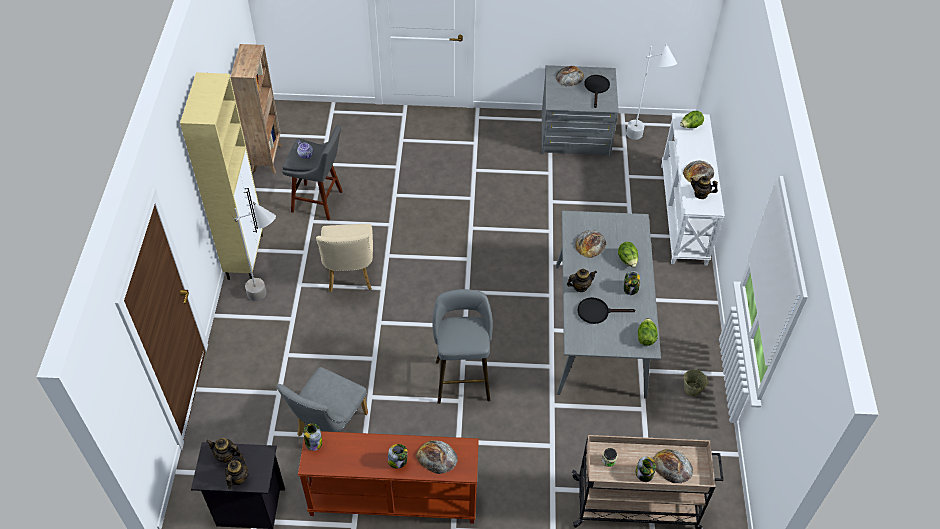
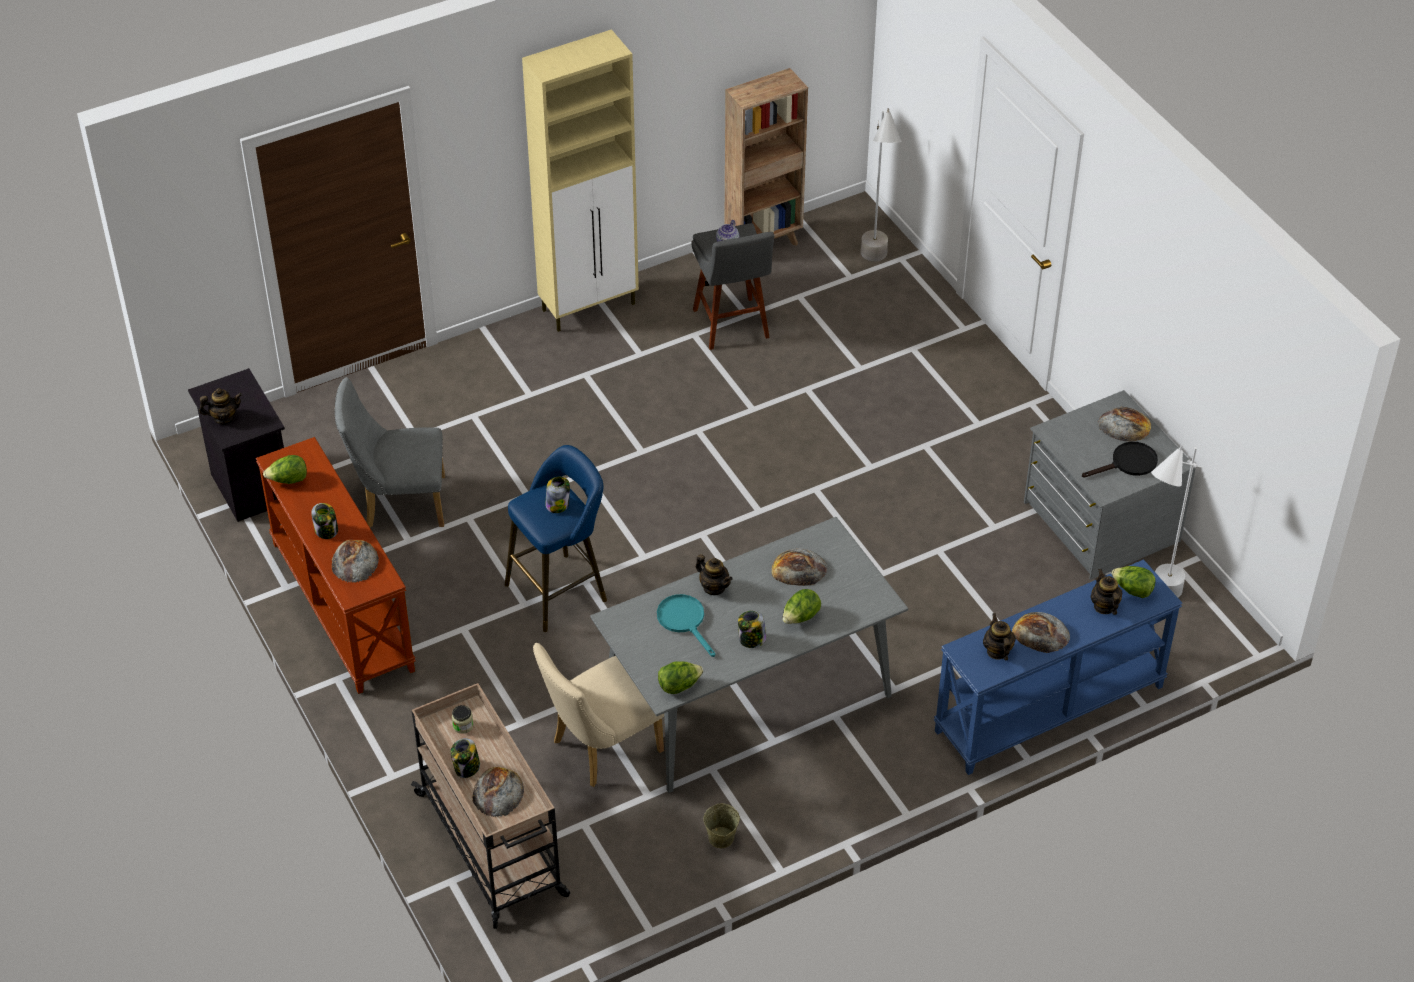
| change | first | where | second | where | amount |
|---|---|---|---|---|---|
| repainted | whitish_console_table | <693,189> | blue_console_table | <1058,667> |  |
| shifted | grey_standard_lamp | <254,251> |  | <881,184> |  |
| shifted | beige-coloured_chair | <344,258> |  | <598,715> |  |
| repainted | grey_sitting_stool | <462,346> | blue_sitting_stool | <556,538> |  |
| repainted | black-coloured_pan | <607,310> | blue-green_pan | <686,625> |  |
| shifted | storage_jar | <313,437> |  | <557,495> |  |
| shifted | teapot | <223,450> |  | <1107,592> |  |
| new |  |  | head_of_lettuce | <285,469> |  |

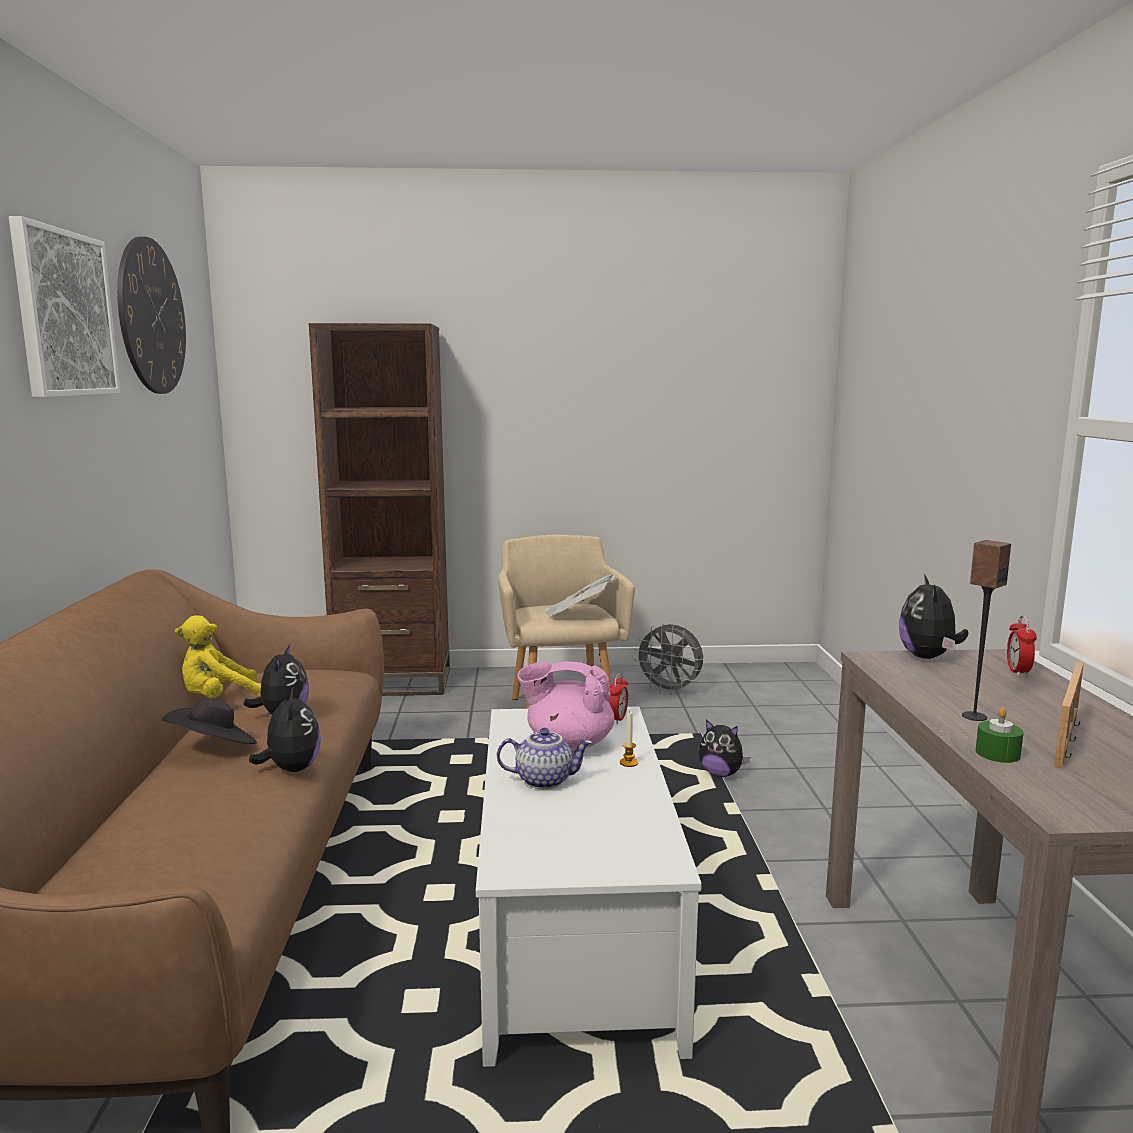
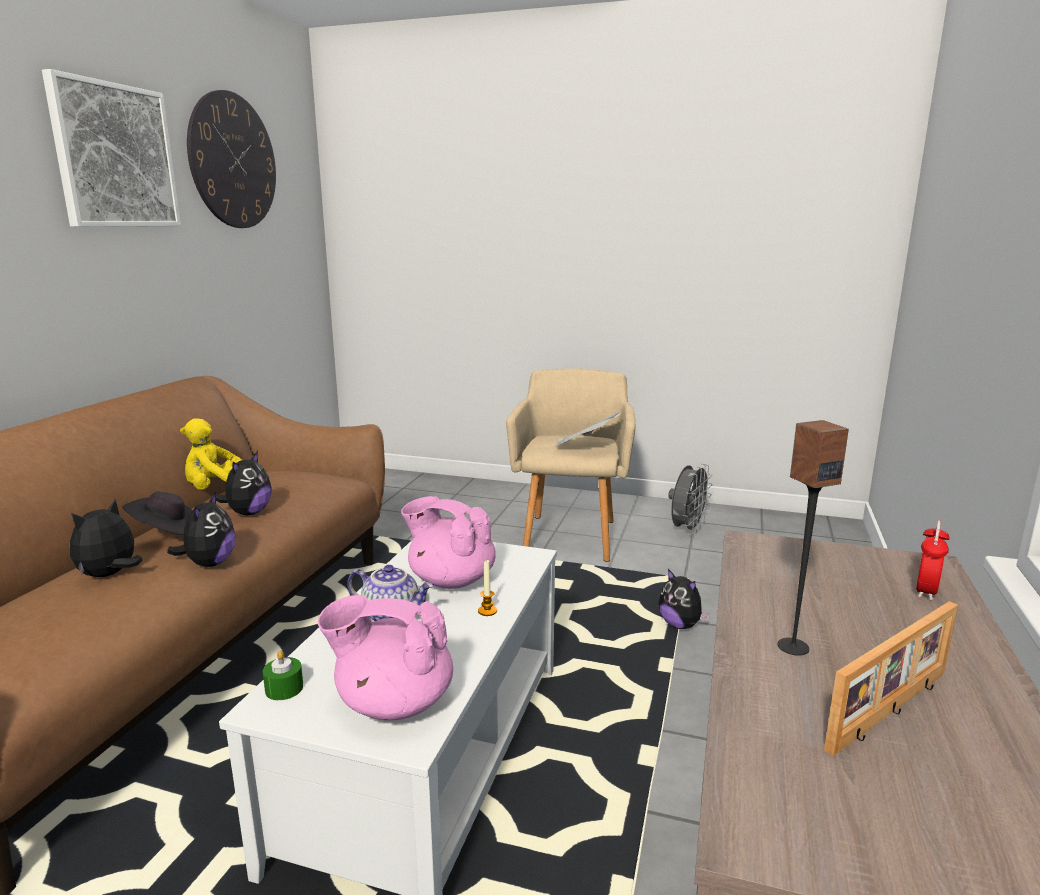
| change | first | where | second | where | amount |
|---|---|---|---|---|---|
| gone | brownish_bookshelf | <379,509> |  |  |  |
| shifted | soft_toy | <933,616> |  | <106,538> |  |
| rotated | grey_electric_fan | <668,659> |  | <690,499> | 105 degrees counterclockwise |
| gone | alarm_clock | <618,698> |  |  |  |
| shifted | green_candle | <1000,735> |  | <283,675> |  |
| new |  |  | pinkish_teapot | <385,657> |  |

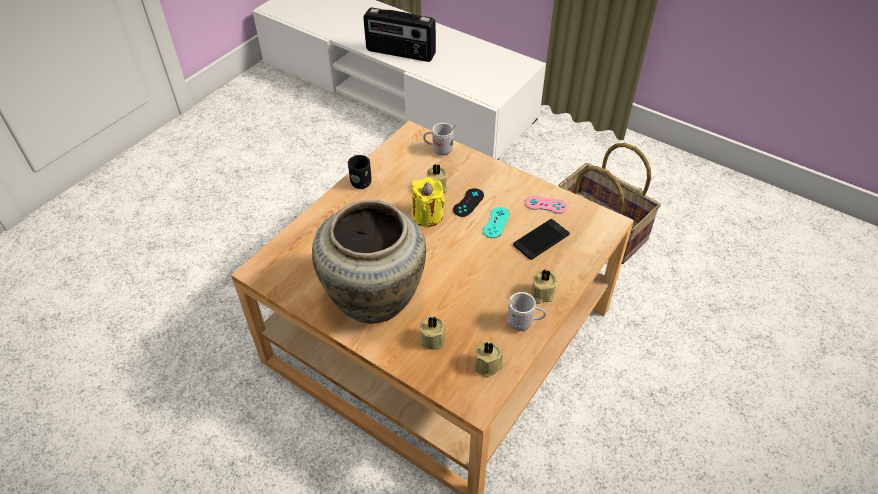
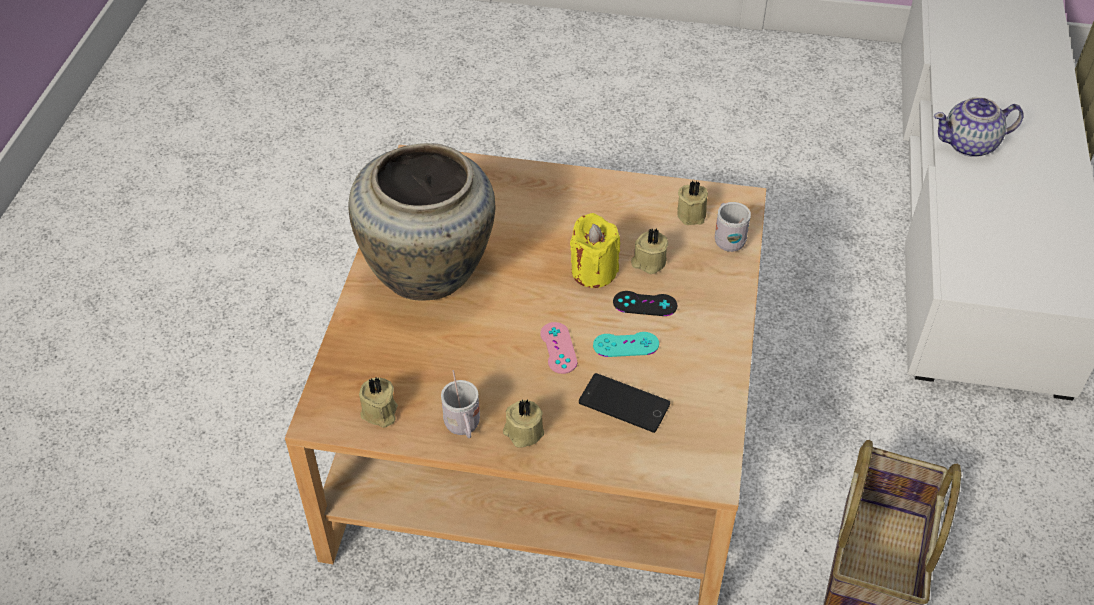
| change | first | where | second | where | amount |
|---|---|---|---|---|---|
| swapped | radio | <399,35> | teapot | <979,127> |  |
| gone | black-coloured_coffee_mug | <360,172> |  |  |  |
| shifted | pinkish_game_controller | <546,205> |  | <558,348> |  |
| shifted | beige-coloured_candle | <432,333> |  | <692,202> |  |

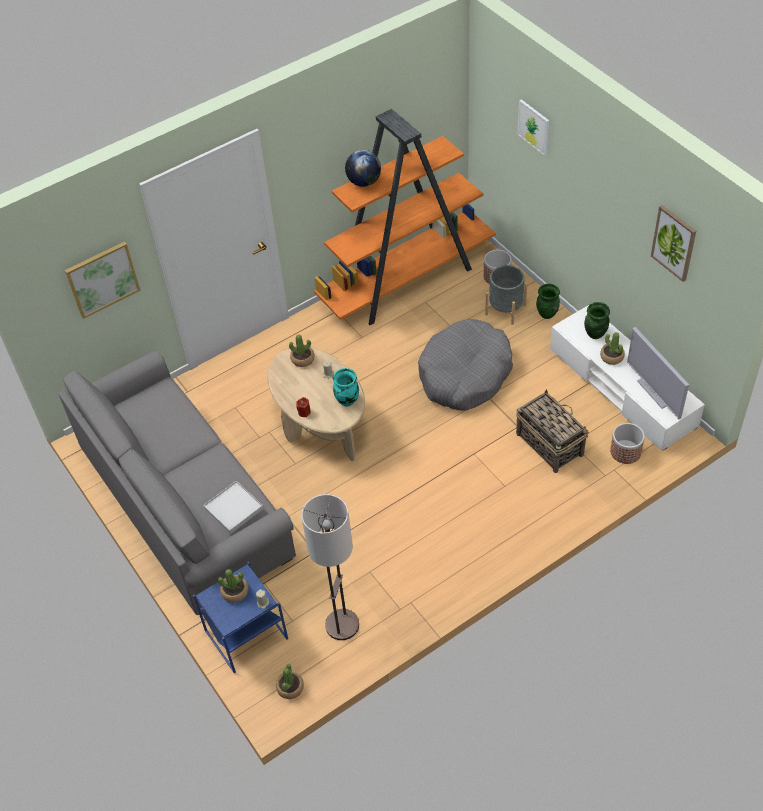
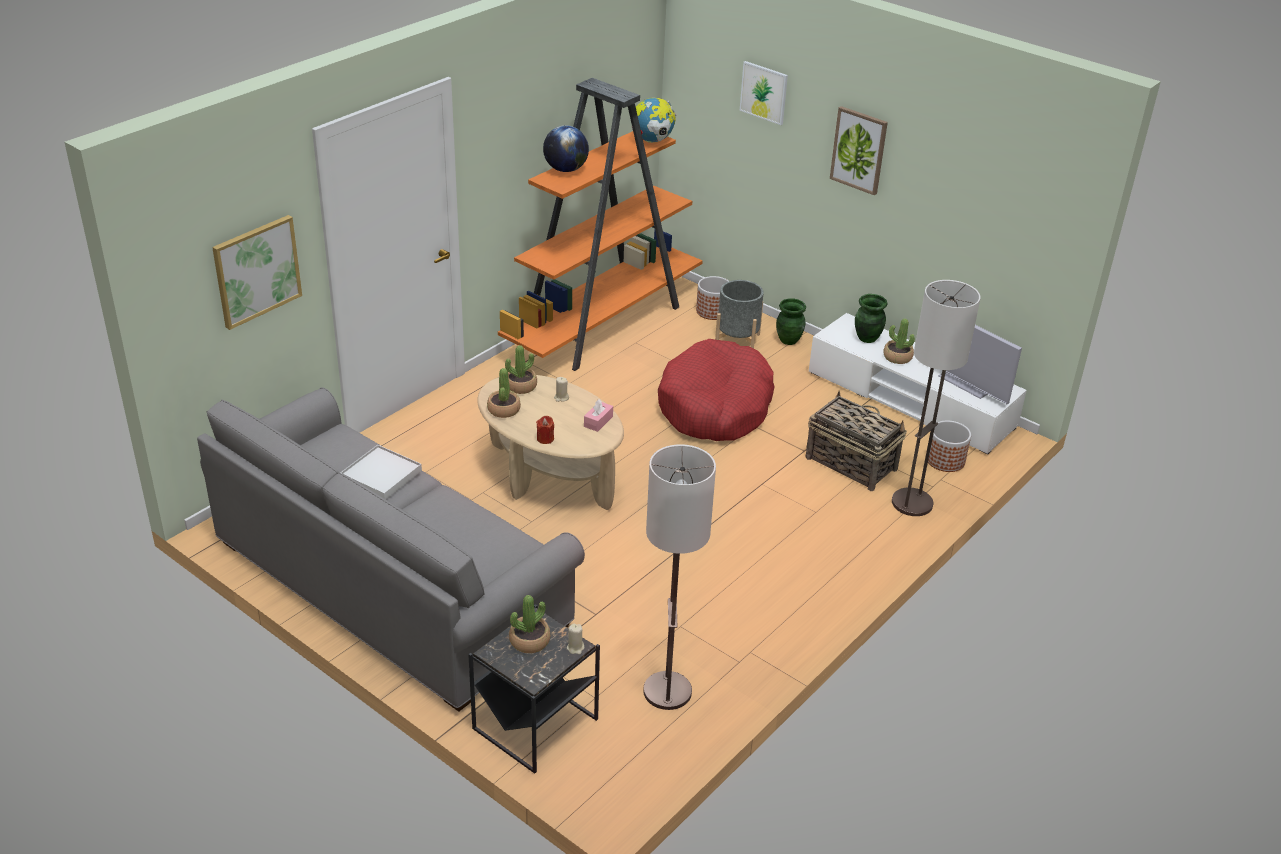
| change | first | where | second | where | amount |
|---|---|---|---|---|---|
| shifted | wall_picture | <673,243> |  | <859,151> |  |
| repainted | grey_dog_bed | <465,365> | reddish_dog_bed | <716,390> |  |
| swapped | blue-green_flower_vase | <346,387> | pinkish_tissue_holder | <598,415> |  |
| shifted | whitish_tray | <233,507> |  | <381,472> |  |
| repainted | blue_accent_table | <240,617> | black-coloured_accent_table | <534,689> |  |
| shifted | houseplant | <290,681> |  | <504,393> |  |
| new |  |  | globe | <654,120> |  |
| new |  |  | standard_lamp | <936,398> |  |

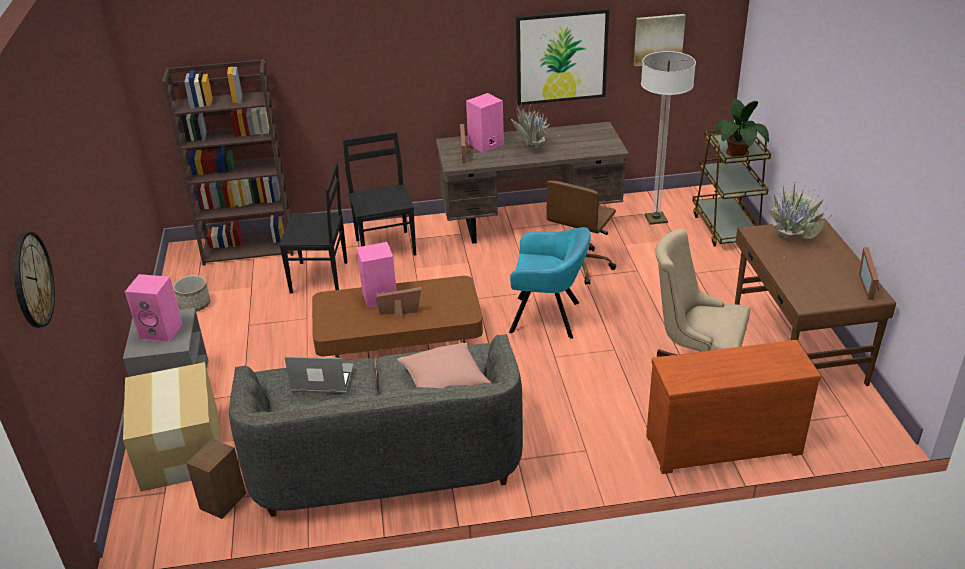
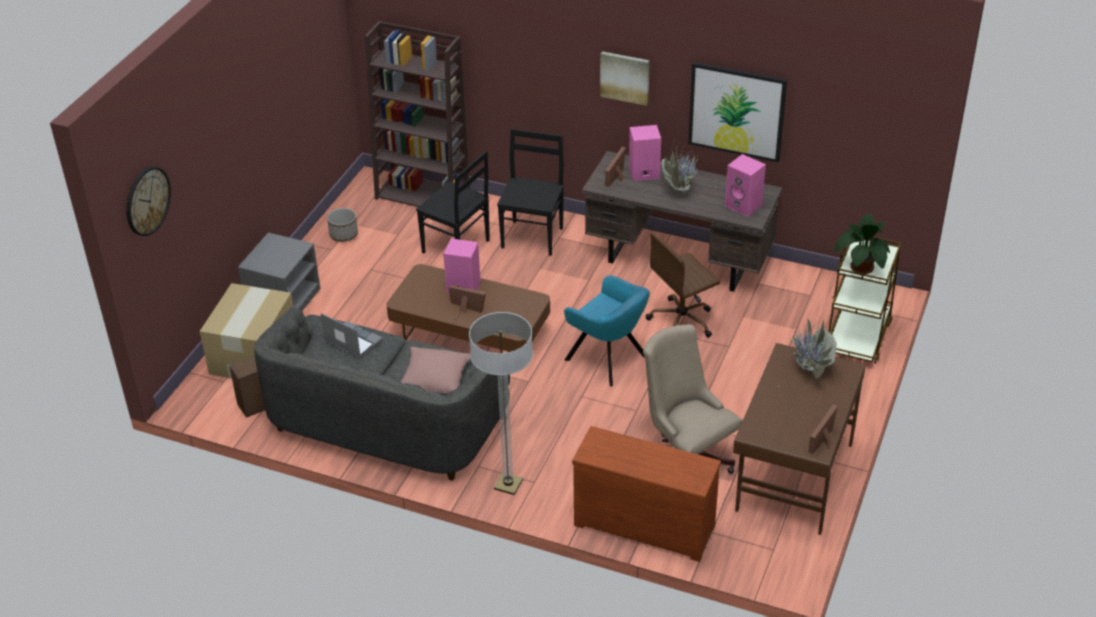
| change | first | where | second | where | amount |
|---|---|---|---|---|---|
| shifted | wall_picture | <660,40> |  | <625,78> |  |
| shifted | standard_lamp | <668,138> |  | <501,403> |  |
| shifted | pinkish_speaker | <154,308> |  | <745,185> |  |

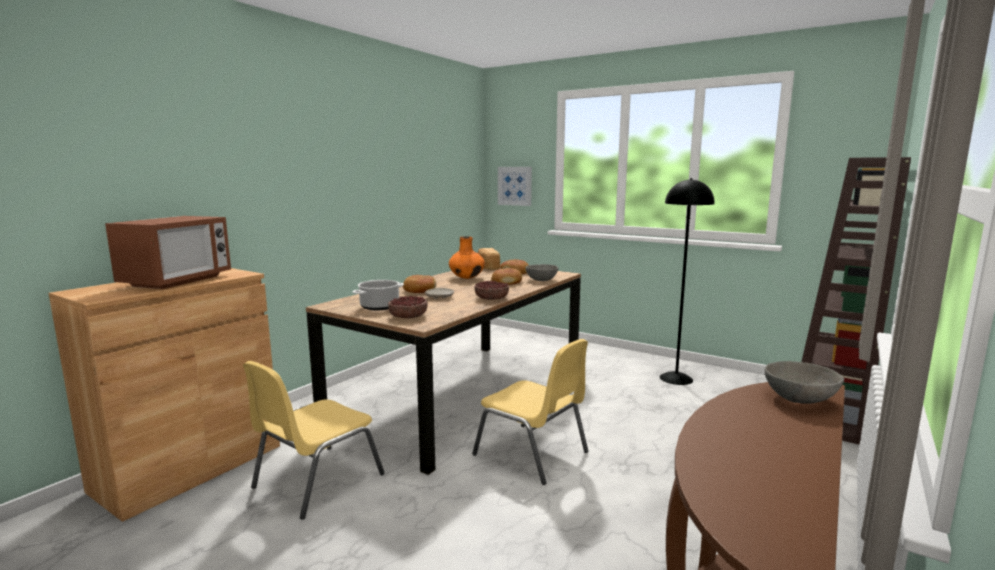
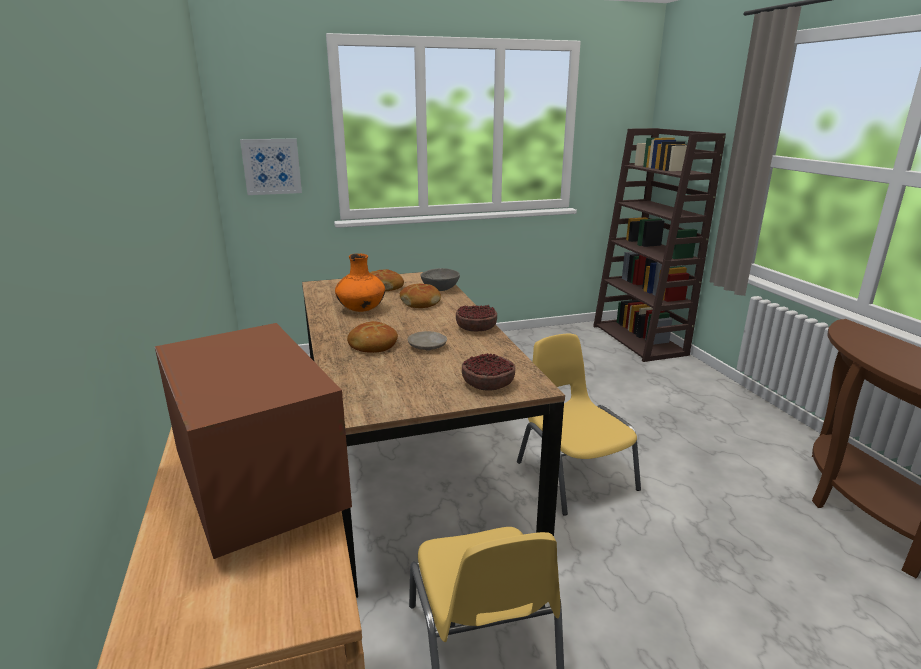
| change | first | where | second | where | amount |
|---|---|---|---|---|---|
| gone | black-coloured_standard_lamp | <687,281> |  |  |  |
| gone | bread | <489,259> |  |  |  |
| gone | stockpot | <378,295> |  |  |  |
| rotated | yellow-coloured_chair | <530,412> |  | <579,424> | 105 degrees counterclockwise |
| gone | grey_deep_dish | <804,382> |  |  |  |

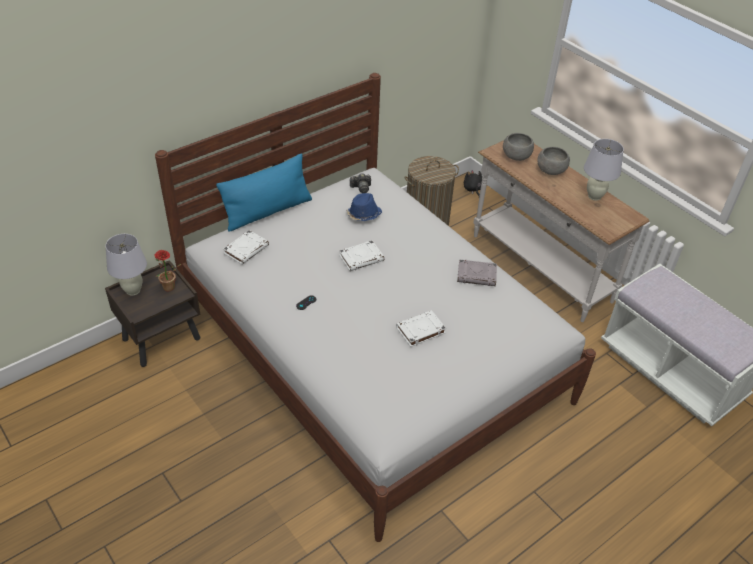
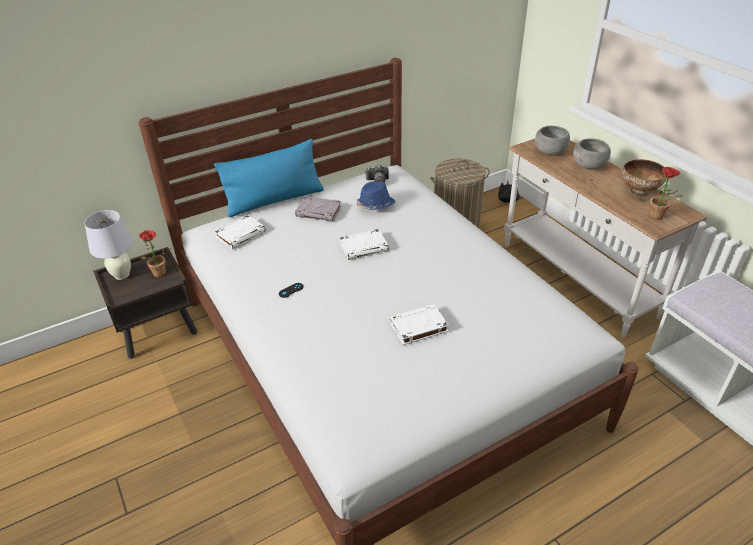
| change | first | where | second | where | amount |
|---|---|---|---|---|---|
| swapped | whitish_tabletop_lamp | <604,170> | deep_dish | <644,178> |  |
| shifted | grey_book | <477,272> |  | <318,208> |  |
| new |  |  | houseplant | <666,193> |  |

